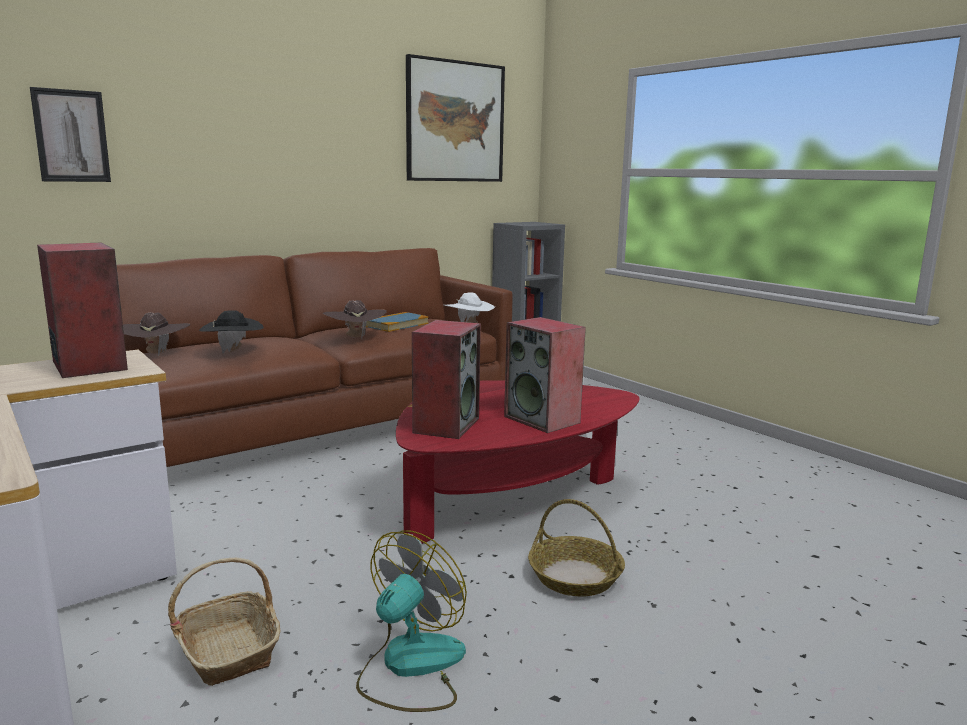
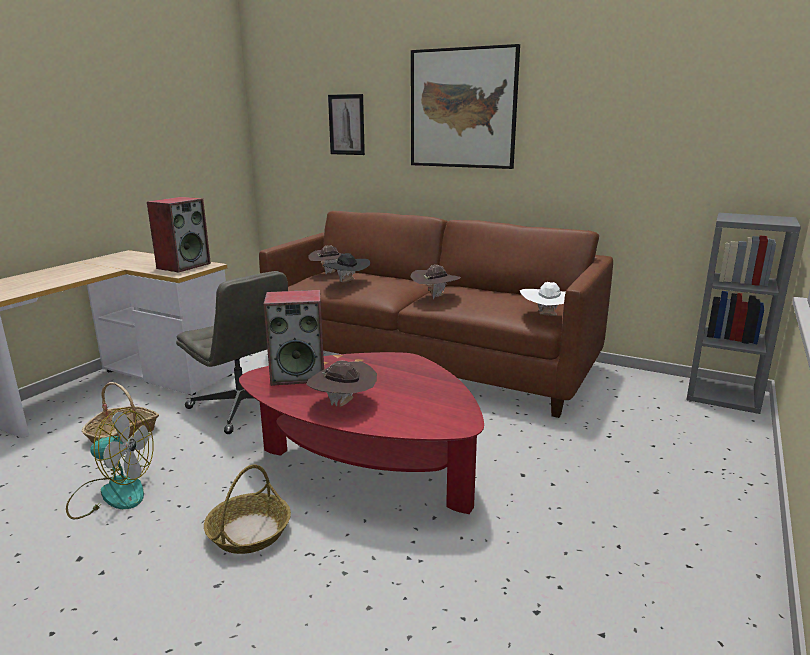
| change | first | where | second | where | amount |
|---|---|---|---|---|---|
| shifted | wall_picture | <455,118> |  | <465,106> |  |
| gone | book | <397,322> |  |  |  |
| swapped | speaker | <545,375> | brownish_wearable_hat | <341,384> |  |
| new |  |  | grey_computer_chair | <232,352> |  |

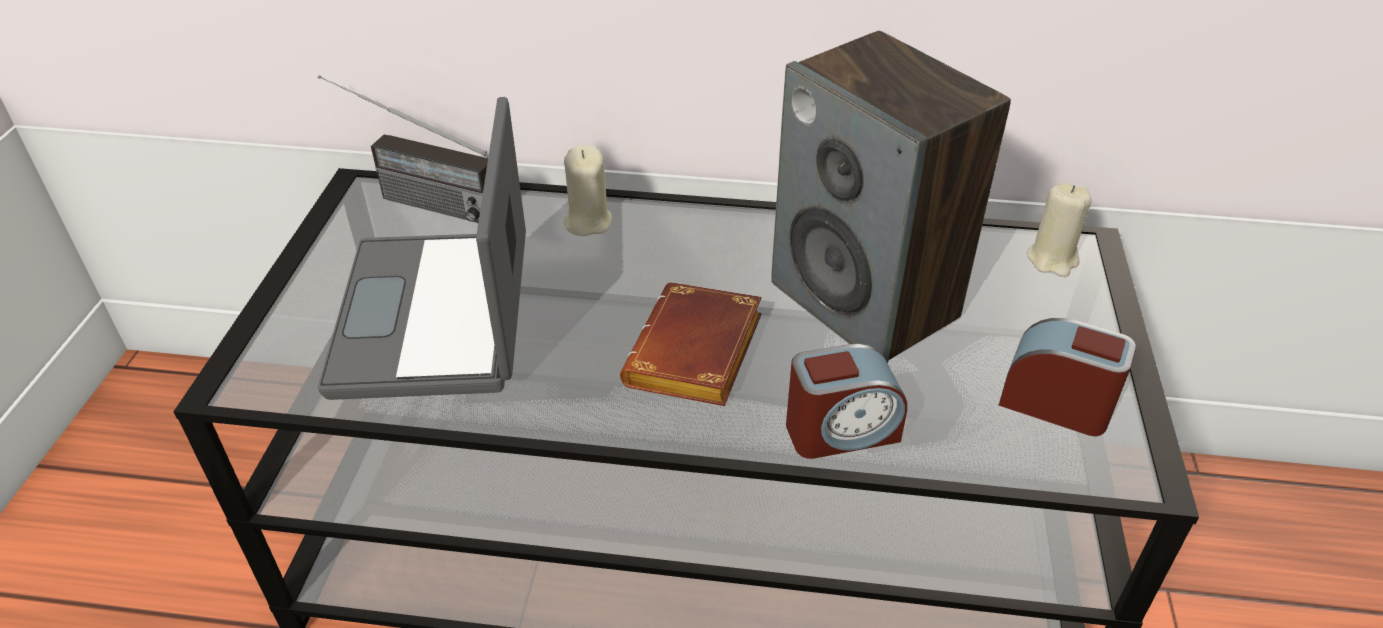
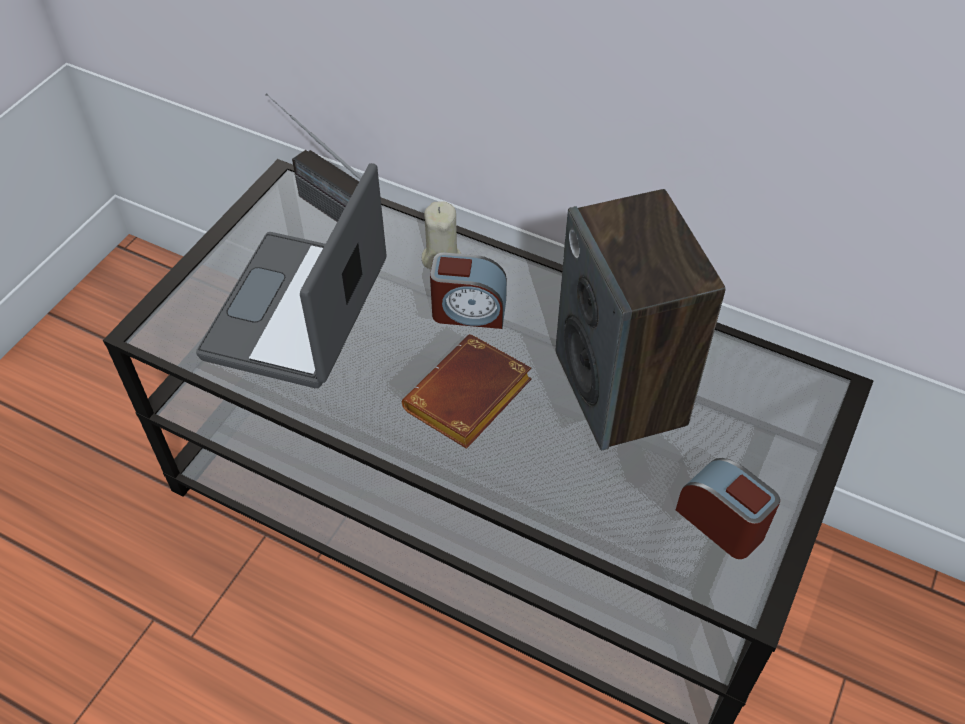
| change | first | where | second | where | amount |
|---|---|---|---|---|---|
| gone | beige-coloured_candle | <1059,230> |  |  |  |
| shifted | alarm_clock | <846,401> |  | <468,291> |  |

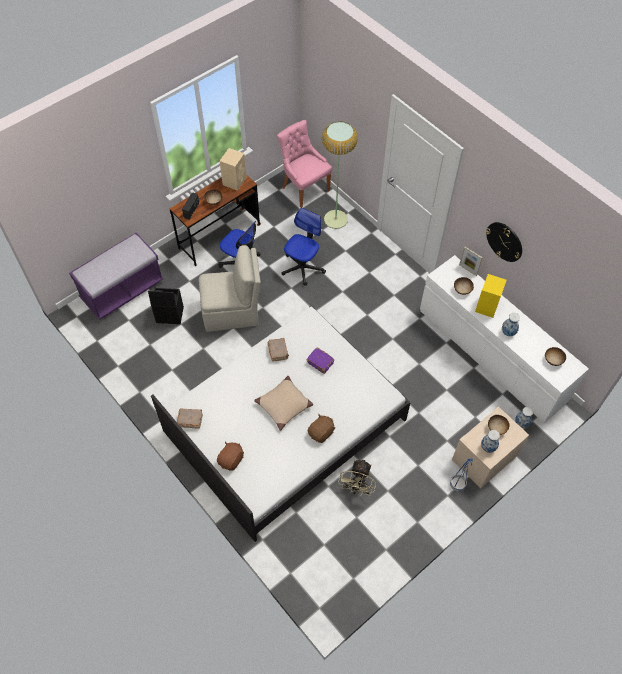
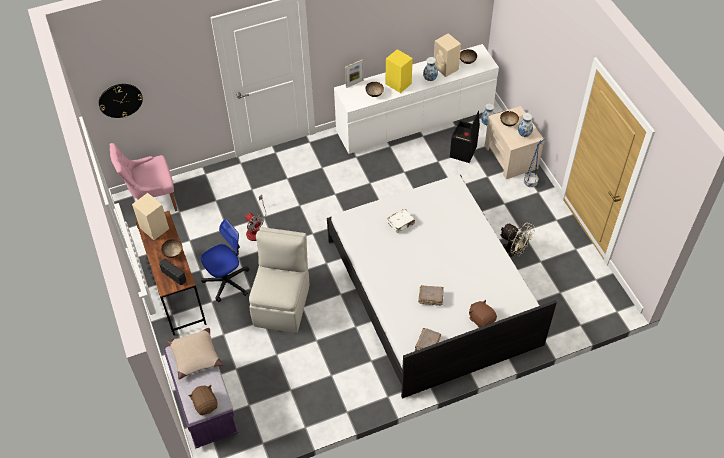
| change | first | where | second | where | amount |
|---|---|---|---|---|---|
| gone | standard_lamp | <340,175> |  |  |  |
| swapped | computer_chair | <304,247> | electric_fan | <255,218> |  |
| shifted | wall_clock | <504,242> |  | <121,101> |  |
| shifted | black-coloured_storage_bin | <166,306> |  | <465,137> |  |
| shifted | brownish_book | <278,350> |  | <431,295> |  |
| repainted | purplish_book | <320,361> | whitish_book | <401,221> |  |
| shifted | beige-coloured_cushion | <283,403> |  | <195,354> |  |
| shifted | brownish_soft_toy | <321,428> |  | <203,400> |  |
| new |  |  | beige-coloured_speaker | <447,55> |  |

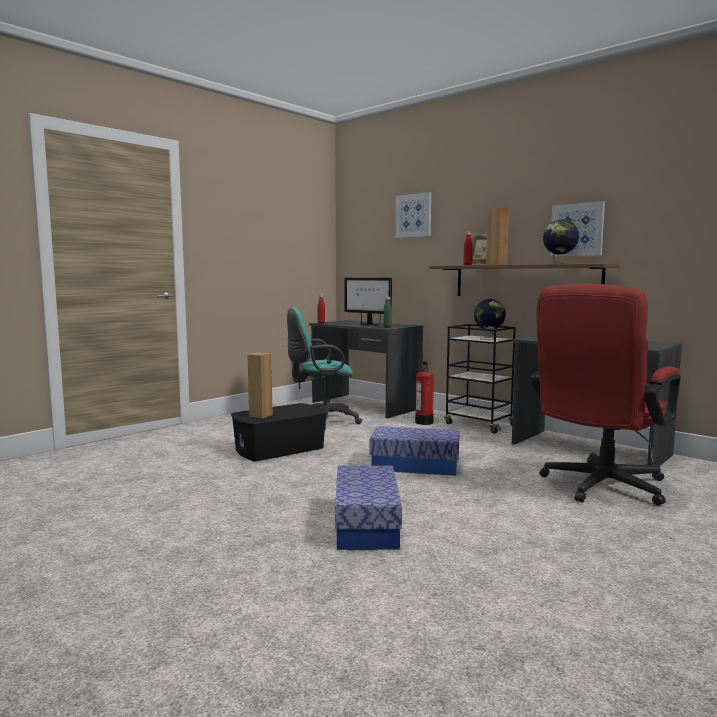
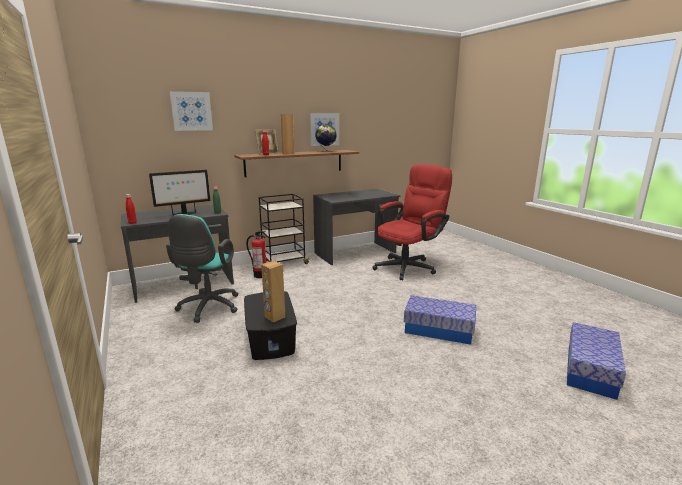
| change | first | where | second | where | amount |
|---|---|---|---|---|---|
| rotated | reddish_computer_chair | <606,394> |  | <412,222> | 105 degrees counterclockwise |
| gone | globe | <490,319> |  |  |  |
| shifted | storage_bin | <414,451> |  | <596,361> |  |

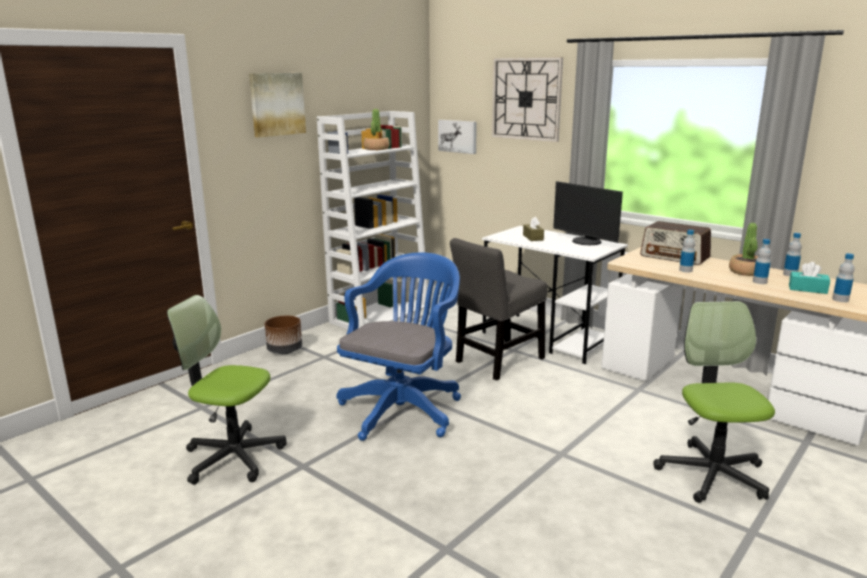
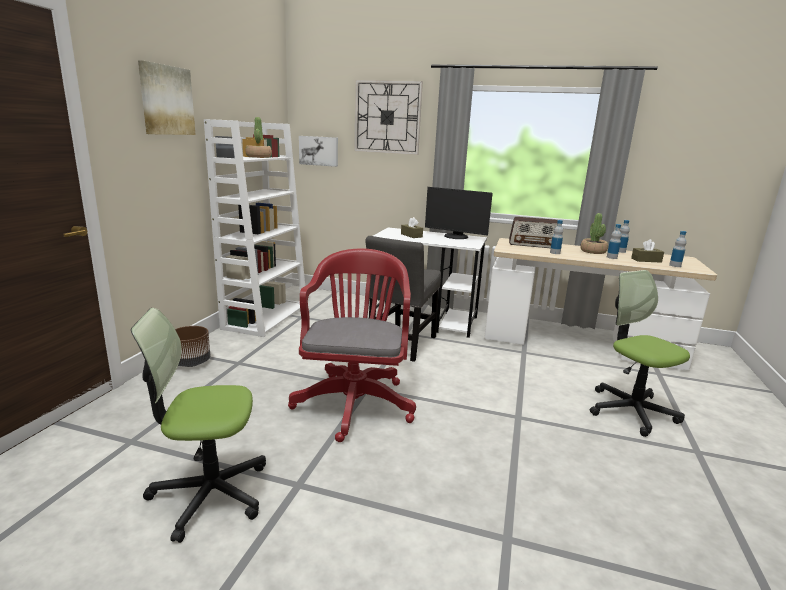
| change | first | where | second | where | amount |
|---|---|---|---|---|---|
| repainted | blue_computer_chair | <398,346> | reddish_computer_chair | <352,345> |  |
| repainted | blue-green_tissue_holder | <809,278> | brownish_tissue_holder | <647,251> |  |

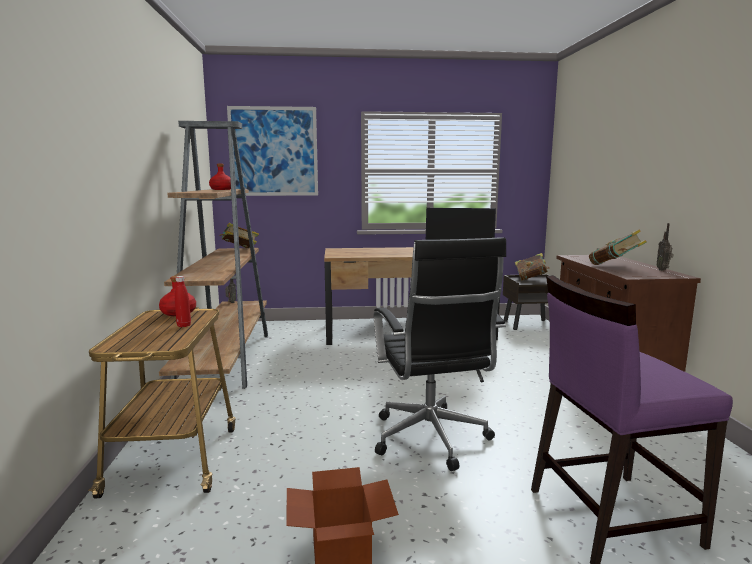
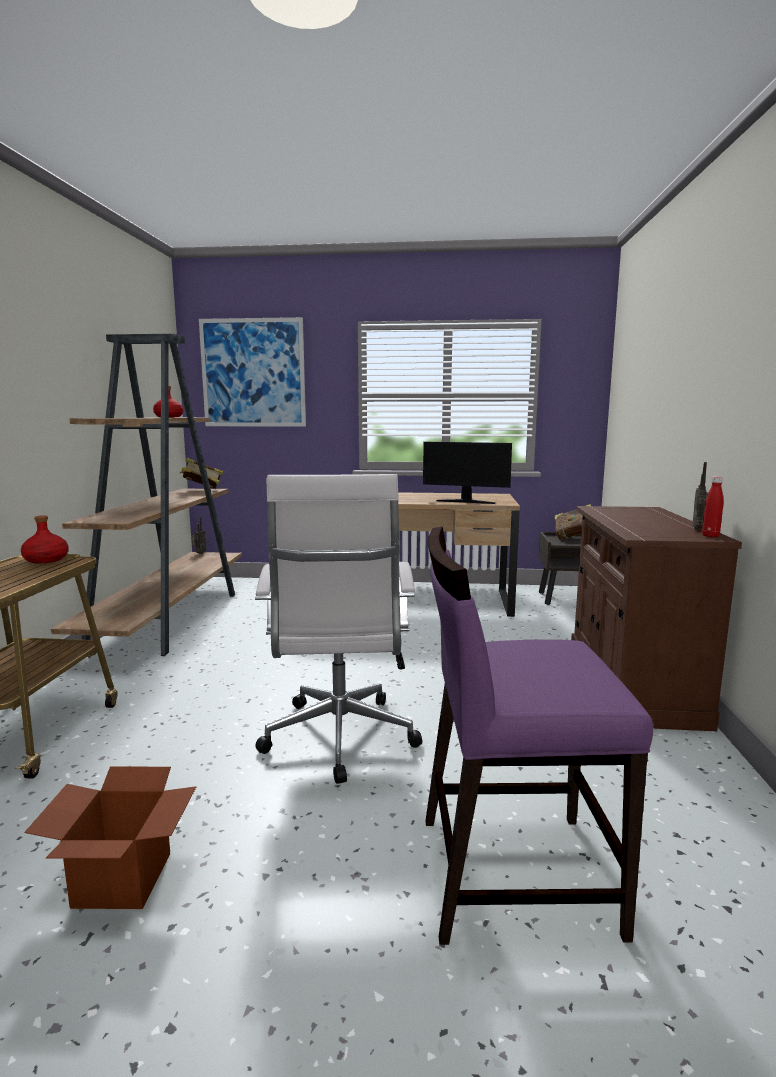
| change | first | where | second | where | amount |
|---|---|---|---|---|---|
| gone | book | <618,247> |  |  |  |
| repainted | black-coloured_computer_chair | <440,354> | whitish_computer_chair | <338,629> |  |
| shifted | reddish_beverage_bottle | <183,301> |  | <712,506> |  |

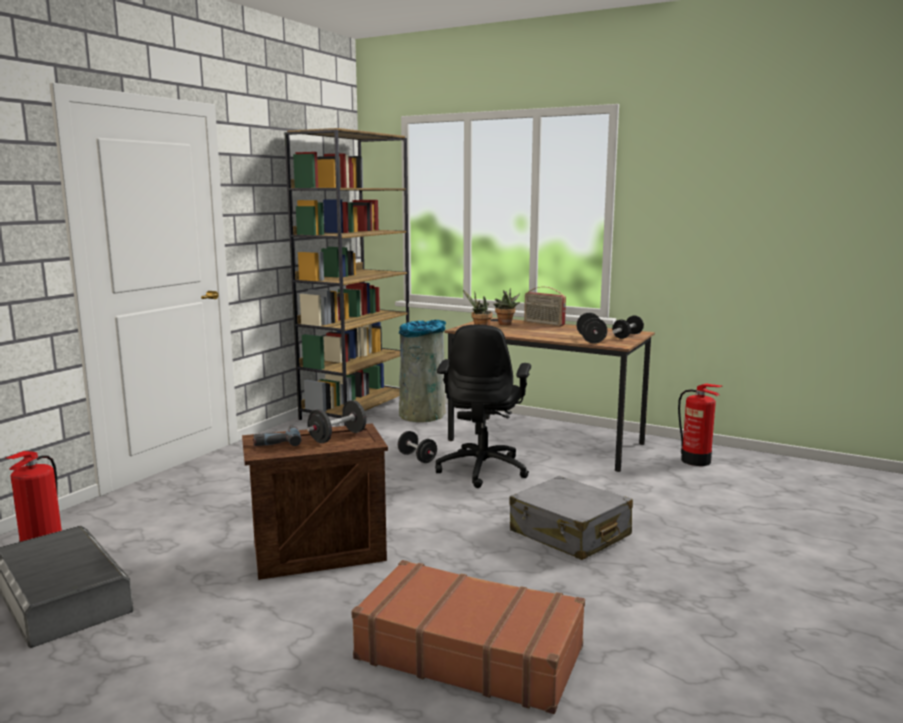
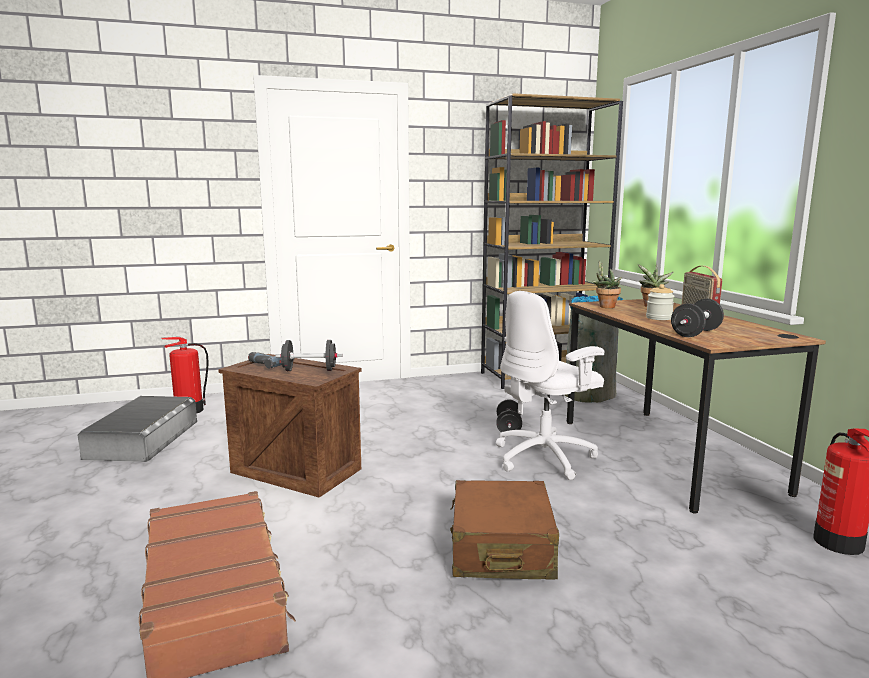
| change | first | where | second | where | amount |
|---|---|---|---|---|---|
| gone | hand_weight | <628,327> |  |  |  |
| repainted | black-coloured_computer_chair | <483,406> | whitish_computer_chair | <550,385> |  |
| repainted | grey_travel_case | <571,518> | brownish_travel_case | <504,530> |  |
| new |  |  | storage_jar | <660,302> |  |

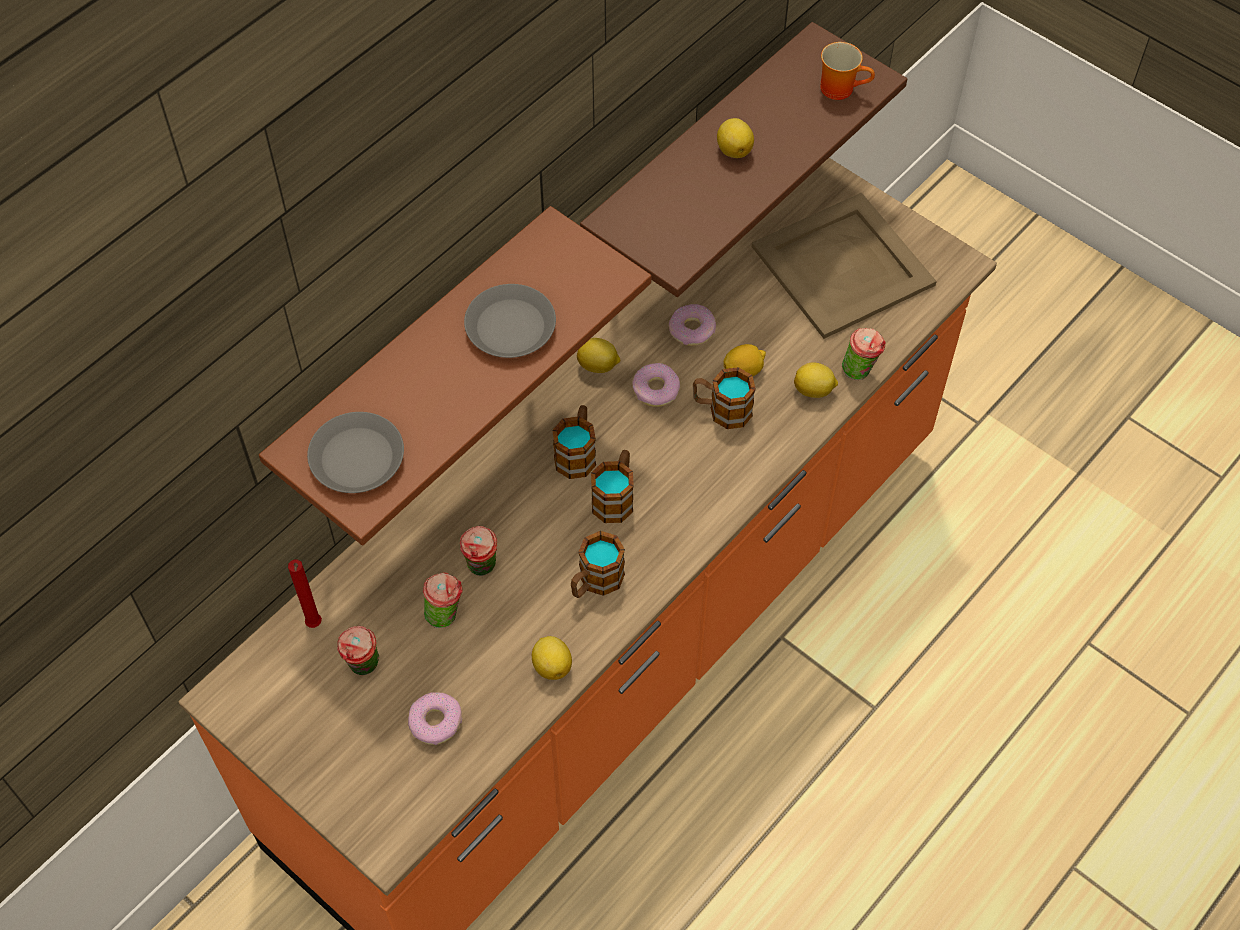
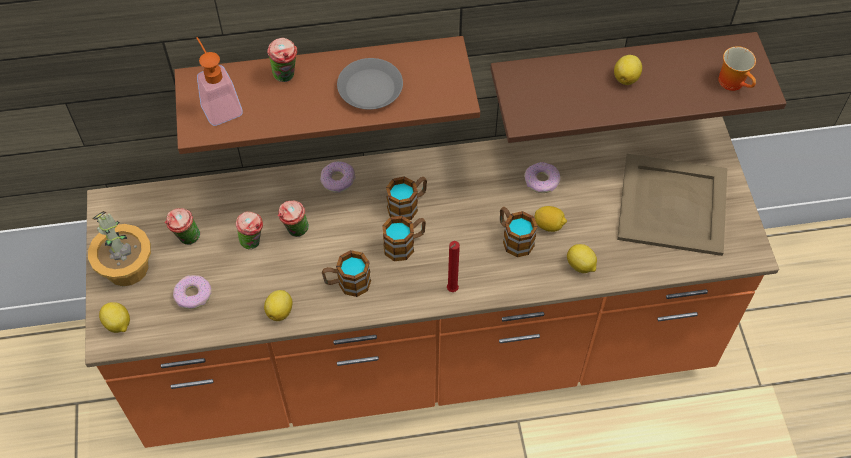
| change | first | where | second | where | amount |
|---|---|---|---|---|---|
| shifted | small_cup | <864,354> |  | <282,60> |  |
| shifted | whole_lemon | <599,355> |  | <114,317> |  |
| shifted | doughnut | <656,385> |  | <337,177> |  |
| swapped | grey_dinner_plate | <355,452> | soap_dispenser | <219,81> |  |
| shifted | reddish_candle | <305,593> |  | <453,266> |  |
| new |  |  | houseplant | <119,248> |  |

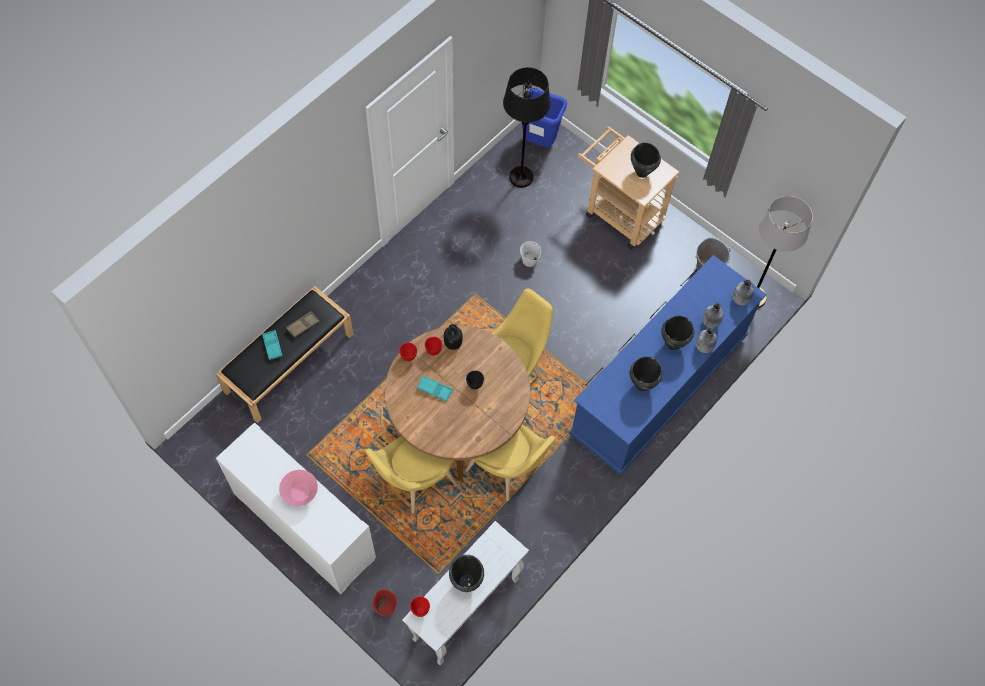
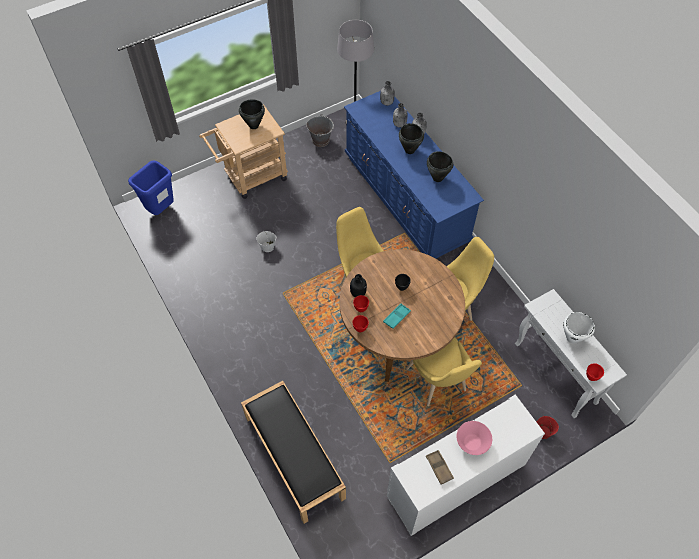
| change | first | where | second | where | amount |
|---|---|---|---|---|---|
| gone | black-coloured_standard_lamp | <527,127> |  |  |  |
| shifted | brownish_tray | <303,324> |  | <440,467> |  |
| gone | blue-green_tray | <272,345> |  |  |  |
| repainted | black-coloured_stockpot | <466,573> | whitish_stockpot | <579,327> |  |

